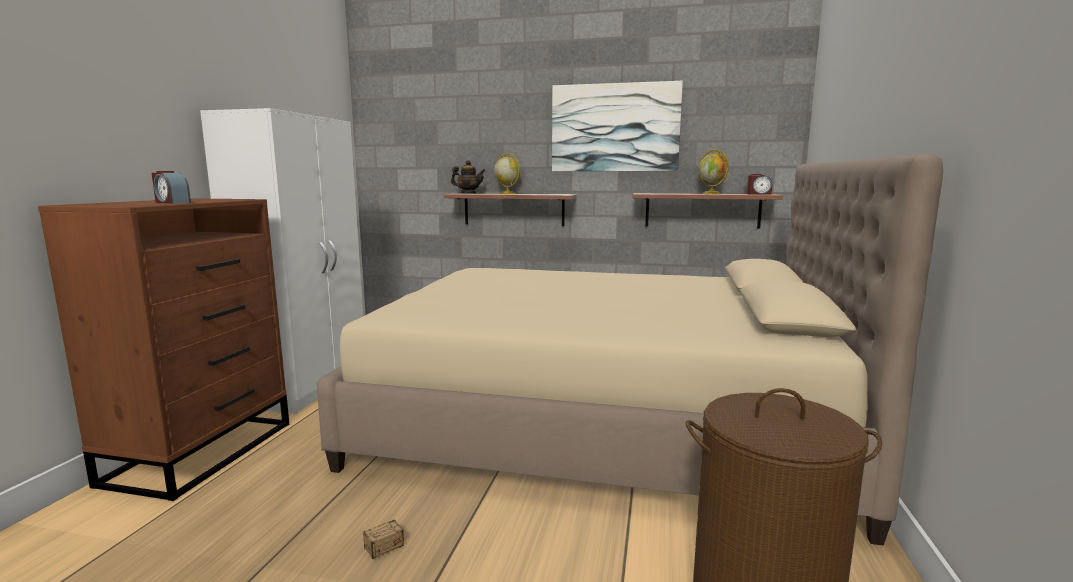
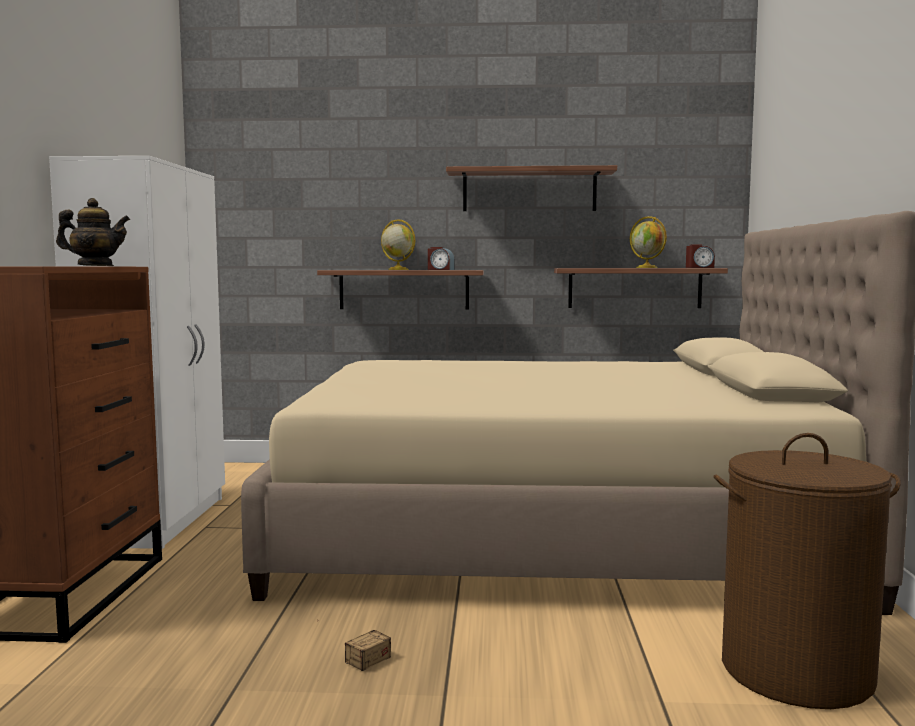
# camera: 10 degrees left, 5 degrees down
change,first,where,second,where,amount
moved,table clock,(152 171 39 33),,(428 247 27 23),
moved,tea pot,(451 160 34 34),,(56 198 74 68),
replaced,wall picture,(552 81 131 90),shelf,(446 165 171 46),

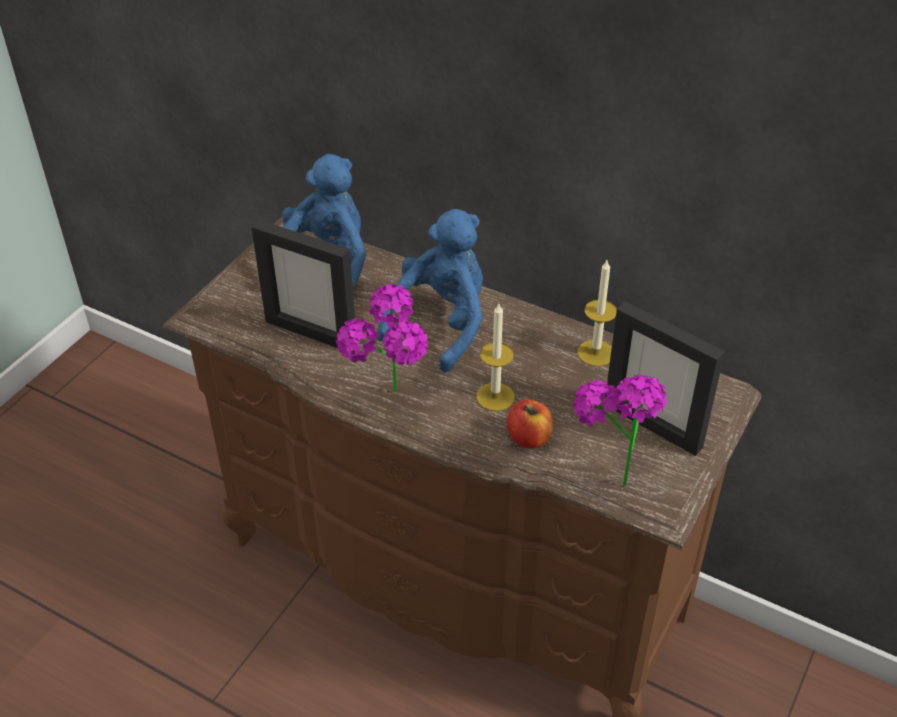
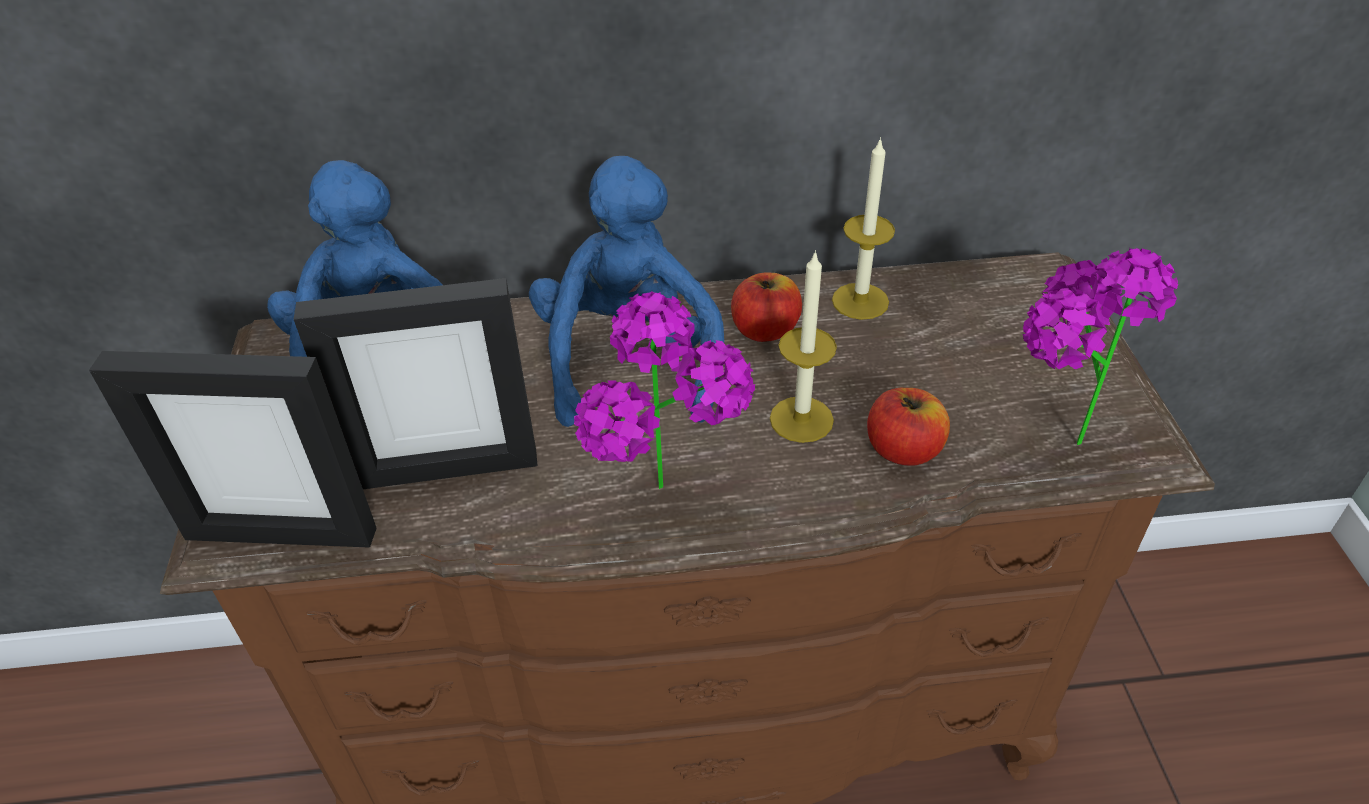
# camera: 35 degrees left, 0 degrees up
change,first,where,second,where,amount
added,,,apple fruit,(731 272 71 70),
moved,standing frame,(605 301 120 155),,(89 351 288 197),

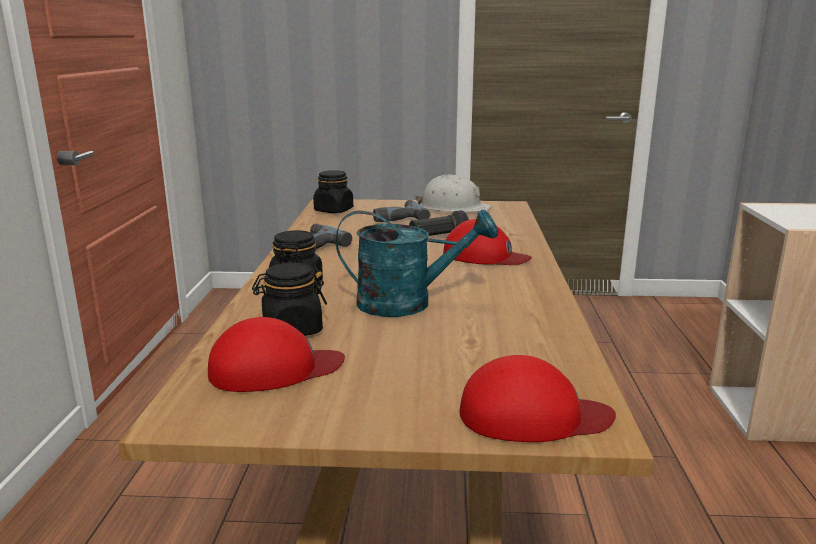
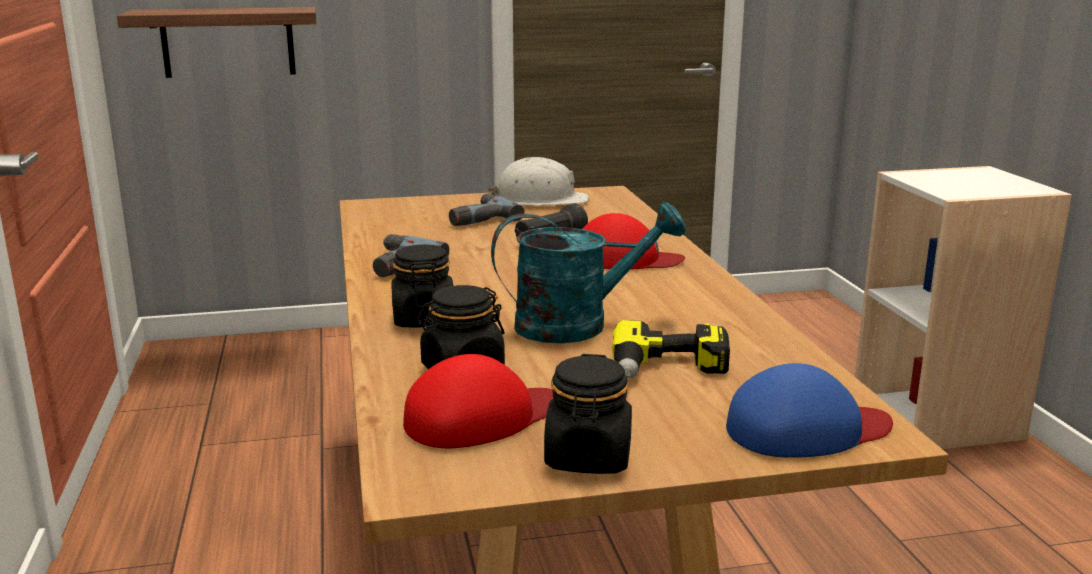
# camera: 15 degrees left, 0 degrees up
change,first,where,second,where,amount
added,,,shelf,(117 7 199 71),
added,,,power drill,(612 320 118 74),
moved,preserve jar (black-coloured),(313 170 40 43),,(544 354 88 120),
recoloured,cap (red-coloured),(460 355 156 87),cap (blue),(726 363 167 95),

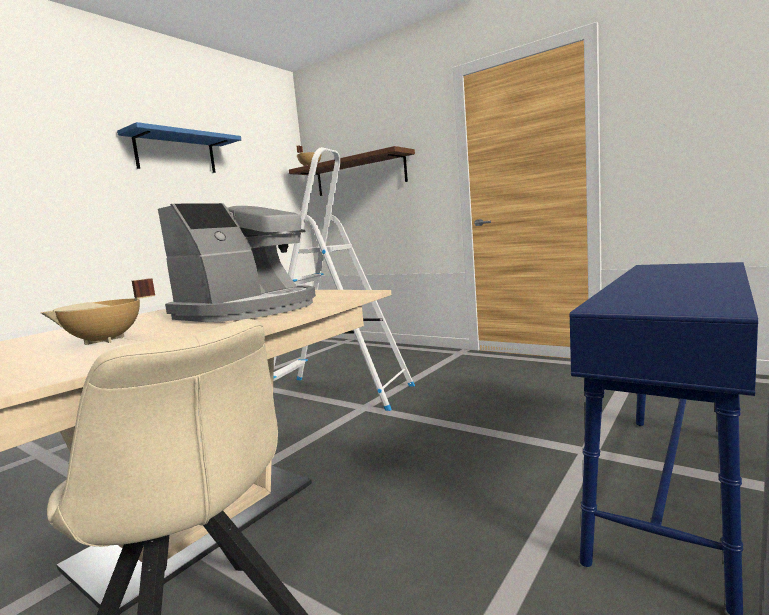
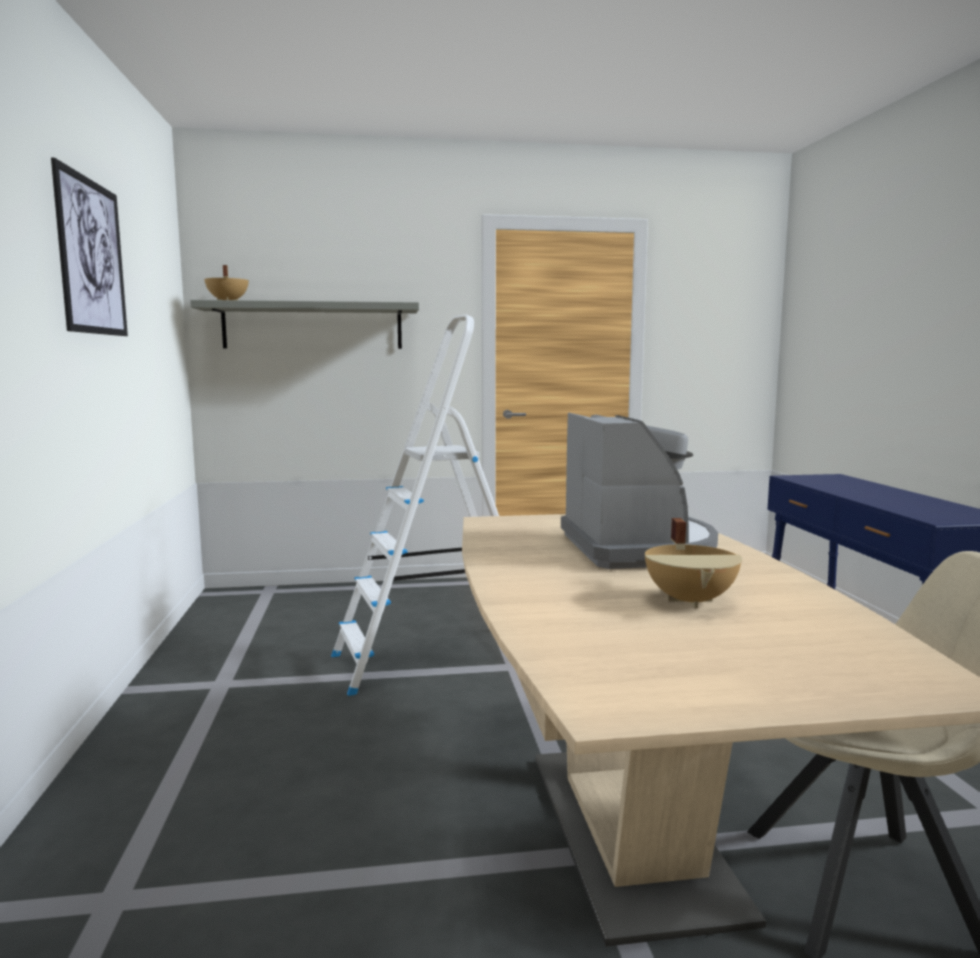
# camera: 45 degrees left, 0 degrees up
change,first,where,second,where,amount
replaced,shelf (blue),(117 122 124 51),wall picture,(51 158 77 178),
recoloured,shelf (brown),(289 146 126 50),shelf (gray),(190 300 229 49),

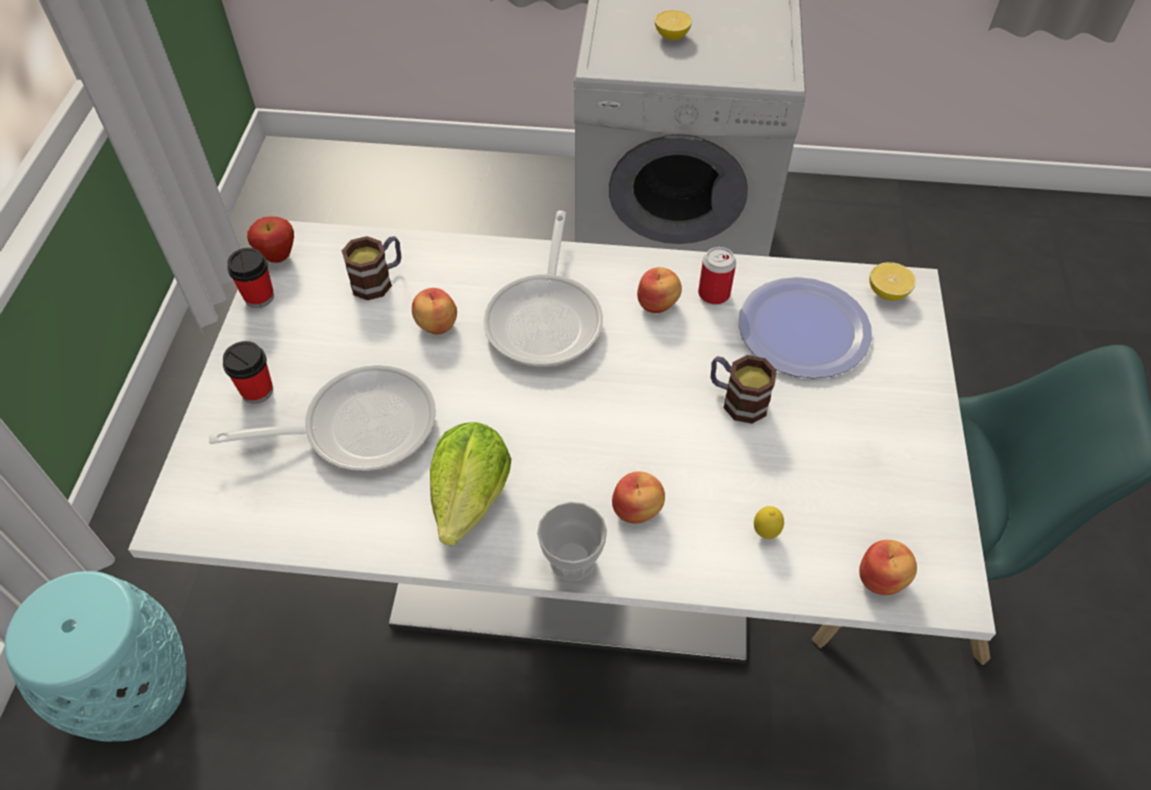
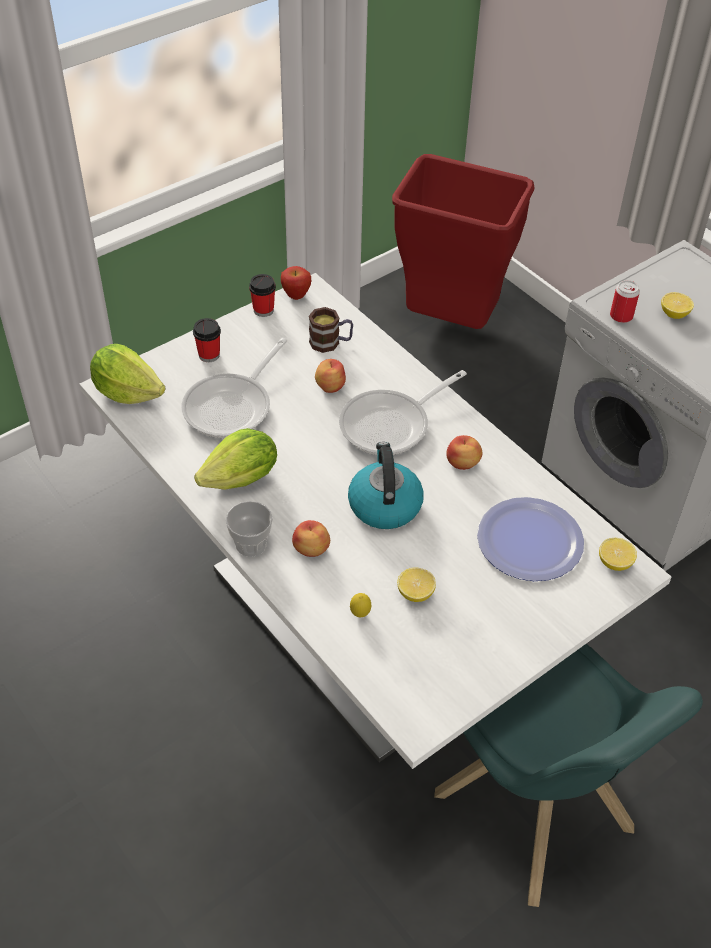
# camera: 45 degrees right, 5 degrees down
change,first,where,second,where,amount
removed,stool (blue-green),(5 571 181 170),,,
removed,mug,(711 355 66 69),,,
removed,apple fruit,(859 540 58 55),,,
added,,,head of lettuce,(90 344 75 60),
added,,,kettle,(348 442 76 87),
added,,,trash can (red-coloured),(392 154 142 175),
added,,,whole lemon,(397 567 39 35),
moved,sealed can,(698 247 38 57),,(610 280 30 43),
turned,pan,(209 365 227 106),,(181 338 106 100),90 degrees clockwise

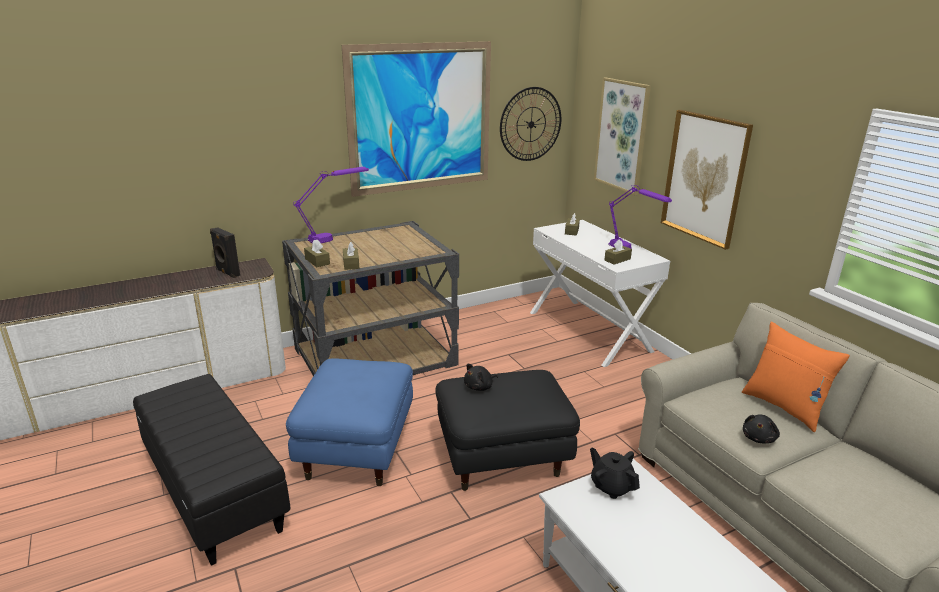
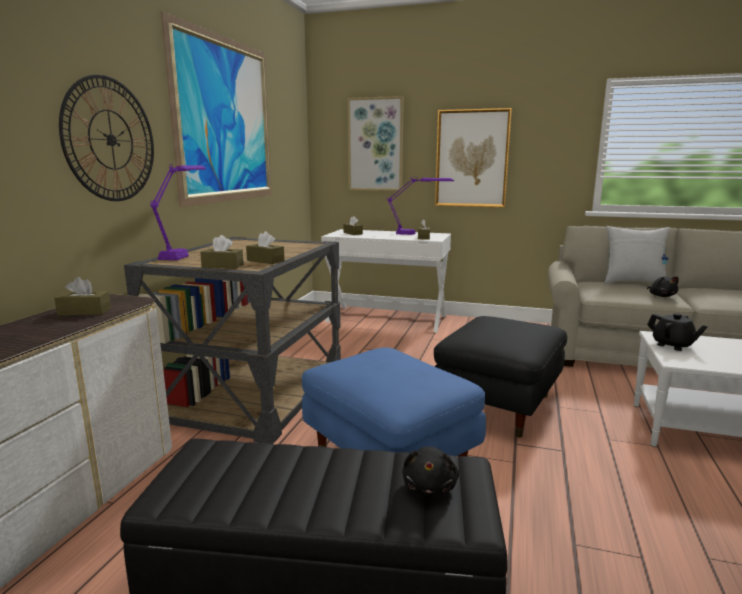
# camera: 45 degrees left, 10 degrees down
change,first,where,second,where,amount
moved,cuddly toy (black-coloured),(464 364 34 27),,(402 446 57 50),
moved,wall clock,(500 87 61 74),,(59 75 95 126),
replaced,audio speaker (black-coloured),(210 227 30 51),tissue box (brown),(55 277 56 39),
recoloured,throw pillow (orangey),(742 322 108 110),throw pillow (gray),(605 226 65 58),
turned,tea pot (black-coloured),(590 447 50 52),,(647 313 61 38),135 degrees counterclockwise

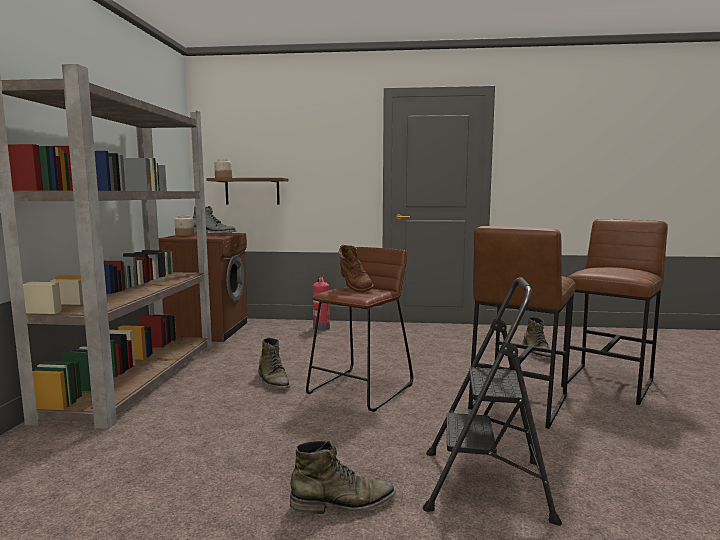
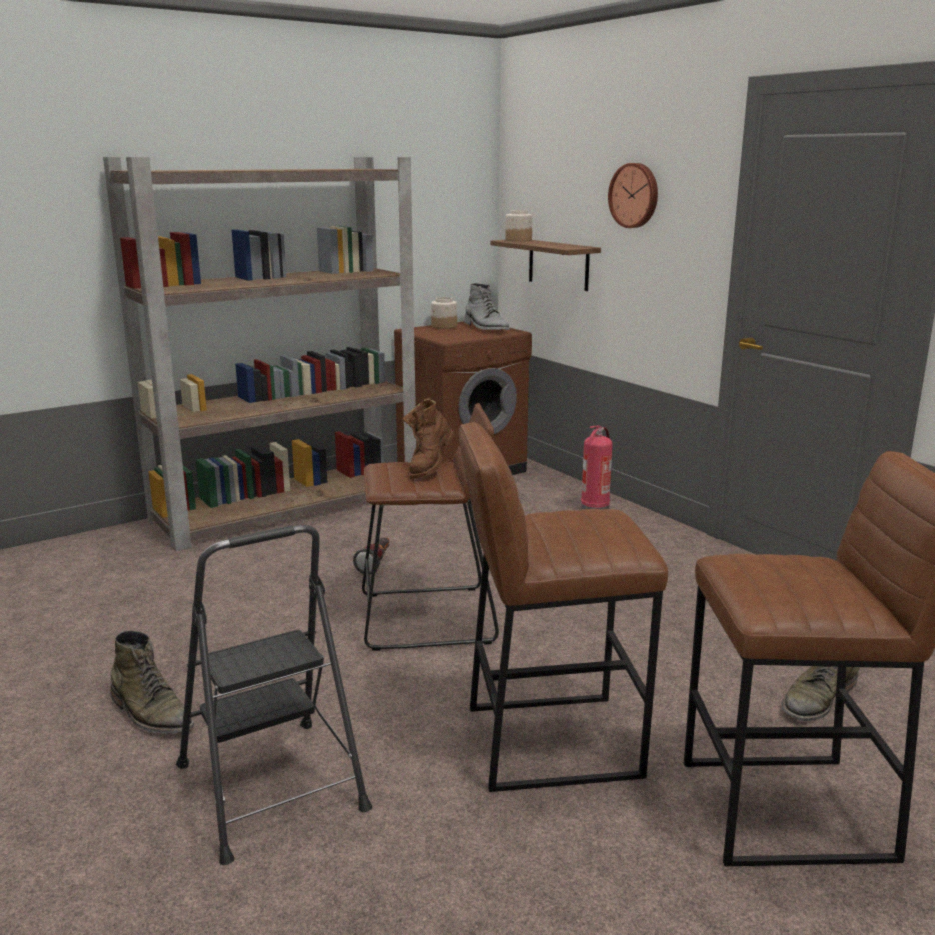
# camera: 50 degrees right, 10 degrees up
change,first,where,second,where,amount
added,,,wall clock,(608 163 50 65),
replaced,tall boot (greenish),(258 338 32 51),torch,(353 538 37 37),

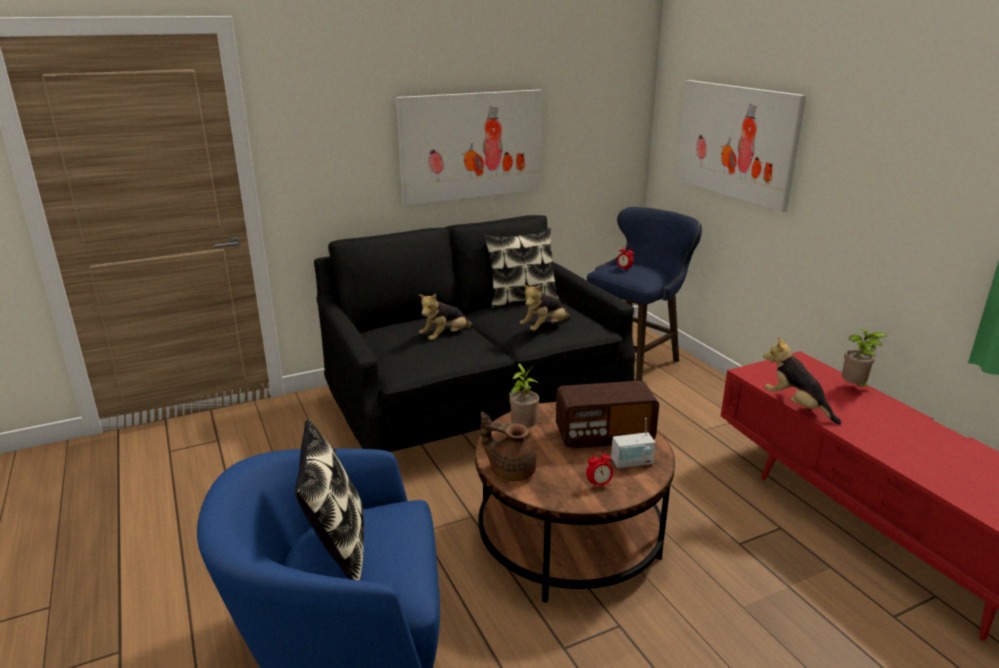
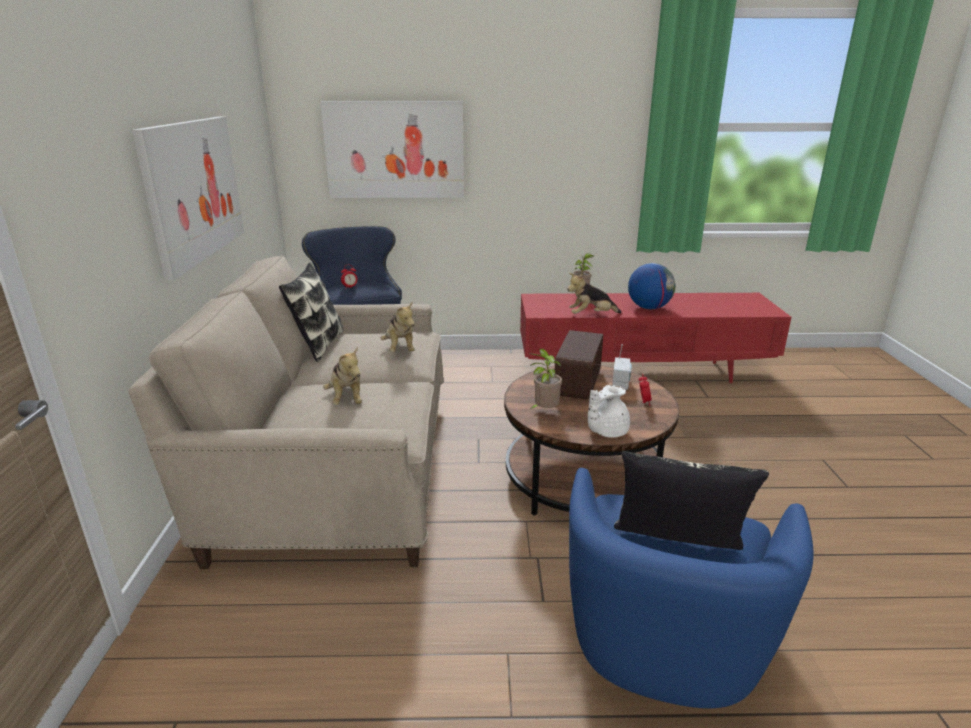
# camera: 65 degrees left, 0 degrees up
change,first,where,second,where,amount
added,,,world globe,(628 263 47 46),
recoloured,couch (black-coloured),(314 215 321 237),couch (sand-coloured),(129 255 315 314),
recoloured,tea pot (brown),(480 412 57 69),tea pot (white-coloured),(588 385 42 53),

